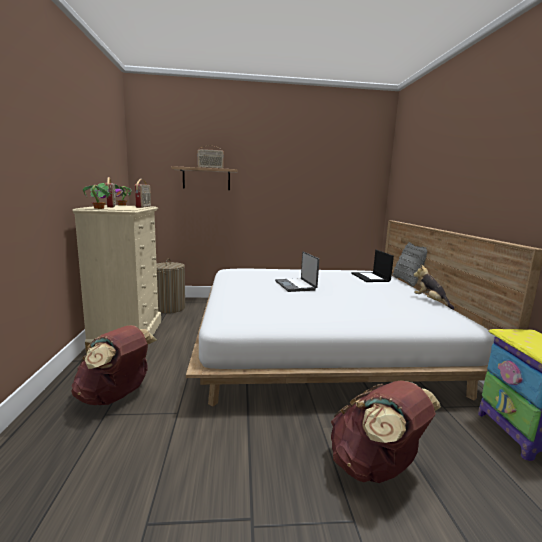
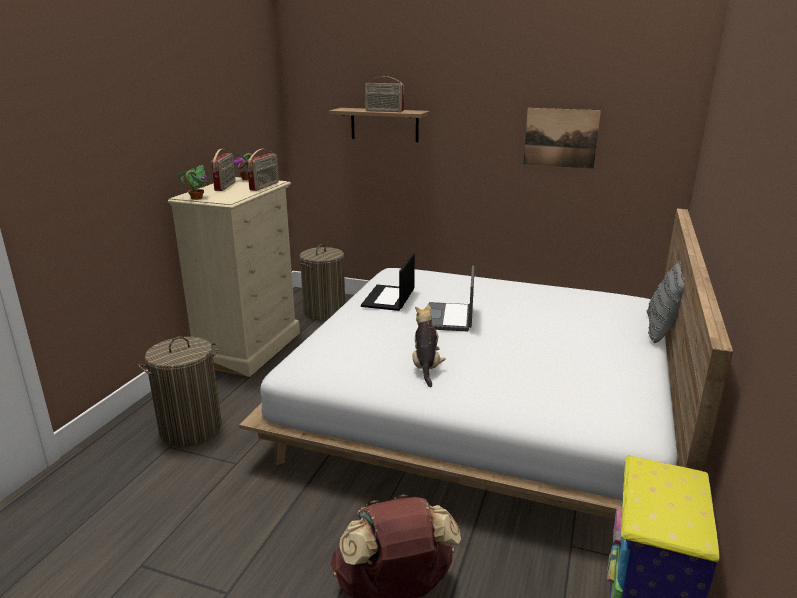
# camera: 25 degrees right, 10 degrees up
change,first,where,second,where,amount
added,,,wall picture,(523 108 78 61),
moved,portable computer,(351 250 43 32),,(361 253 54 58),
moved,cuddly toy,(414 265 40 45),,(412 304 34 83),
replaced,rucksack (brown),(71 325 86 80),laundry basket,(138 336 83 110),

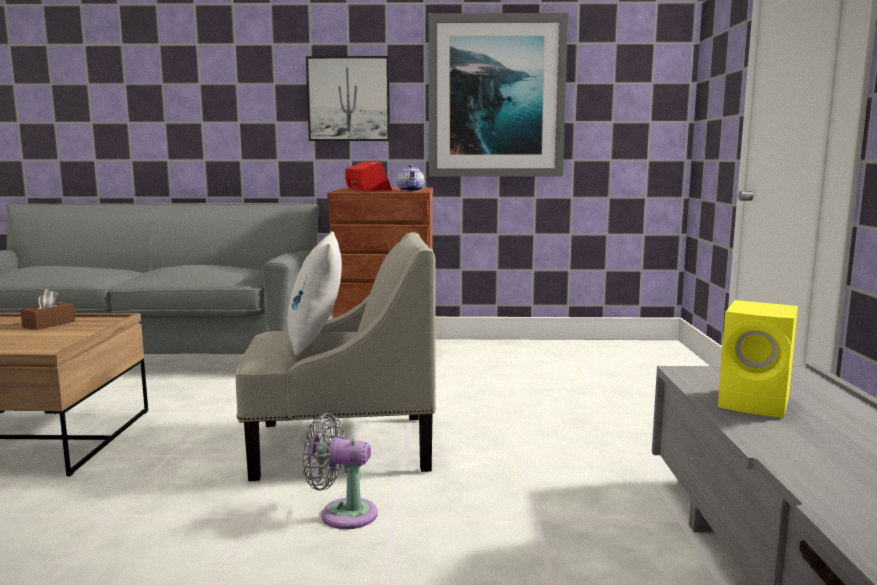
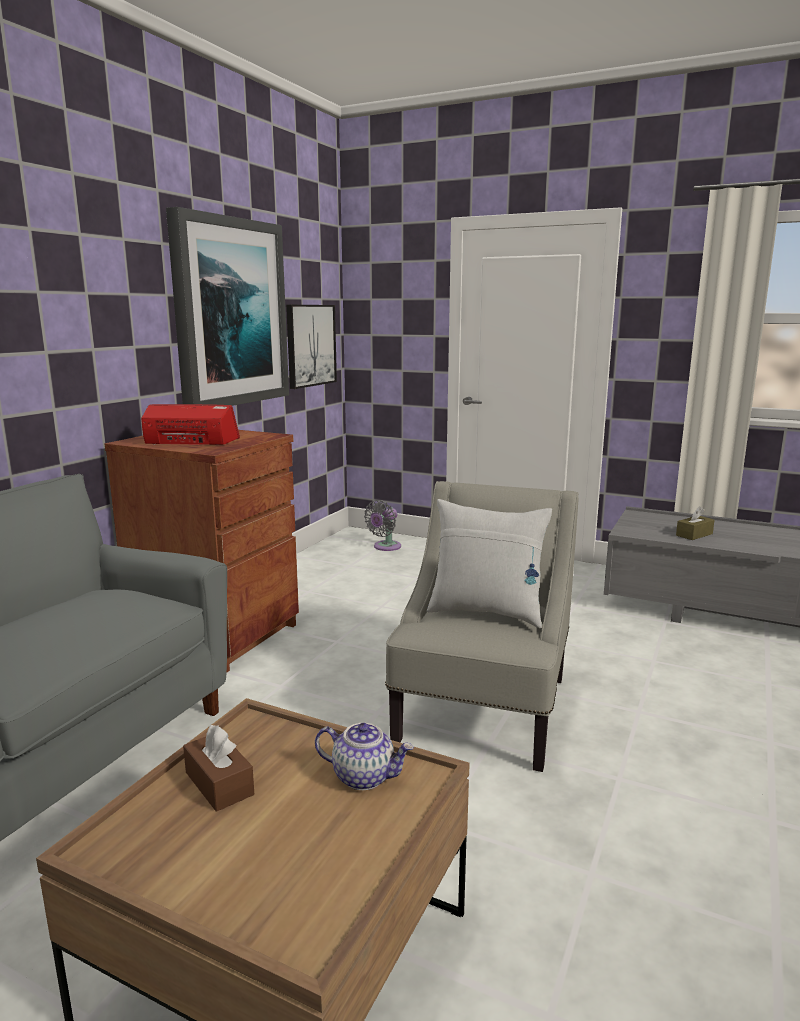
# camera: 65 degrees left, 5 degrees up
change,first,where,second,where,amount
moved,fan (gray),(303 413 75 116),,(364 500 37 51),
moved,wall picture,(306 56 84 85),,(286 305 51 84),
moved,tea pot,(397 164 27 28),,(315 723 99 67),
replaced,audio speaker (yellow-coloured),(718 300 80 118),tissue box (brown),(676 506 38 34),

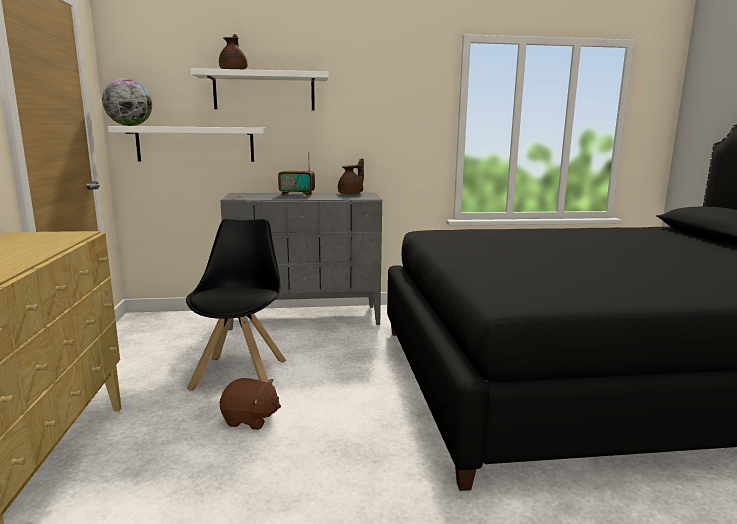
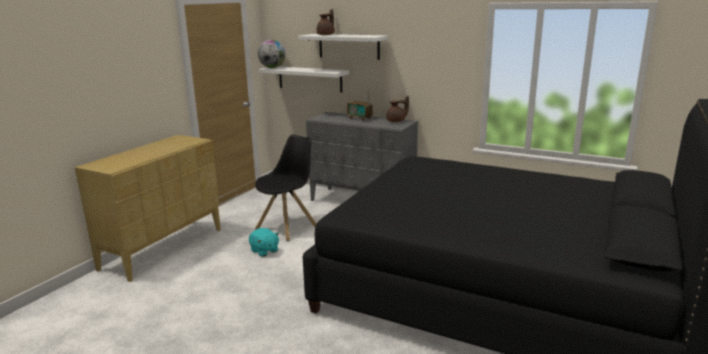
# camera: 35 degrees right, 5 degrees up
change,first,where,second,where,amount
recoloured,cuddly toy (brown),(220 378 61 52),cuddly toy (blue-green),(249 228 30 29),

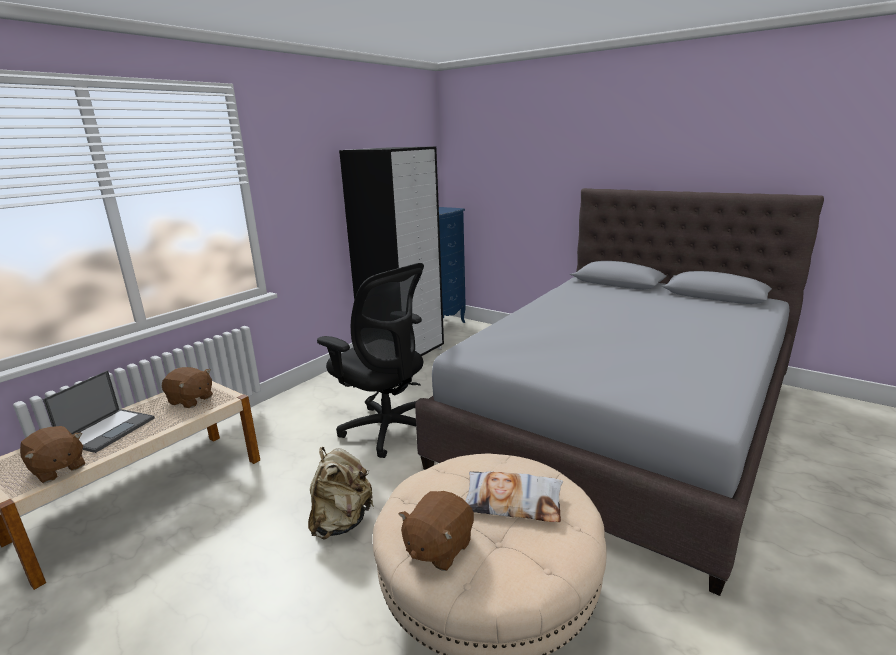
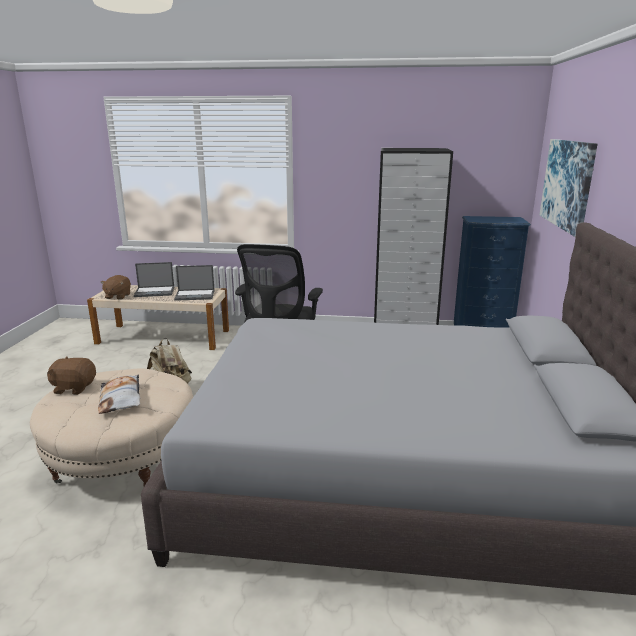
# camera: 60 degrees right, 0 degrees up
change,first,where,second,where,amount
added,,,wall picture,(540 139 58 98),
replaced,cuddly toy (brown),(162 367 51 41),portable computer,(174 265 41 36),

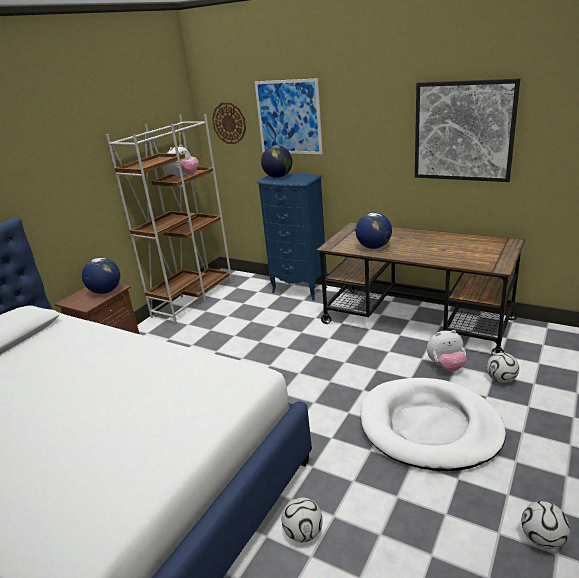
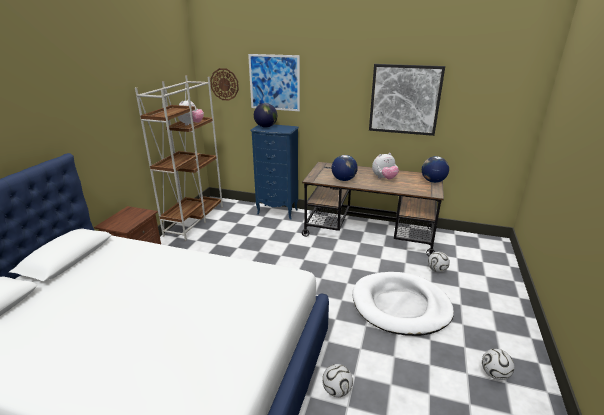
# camera: 15 degrees left, 0 degrees up
change,first,where,second,where,amount
moved,world globe,(82 257 38 37),,(422 156 27 27),
moved,cuddly toy,(427 330 40 42),,(372 153 27 26),

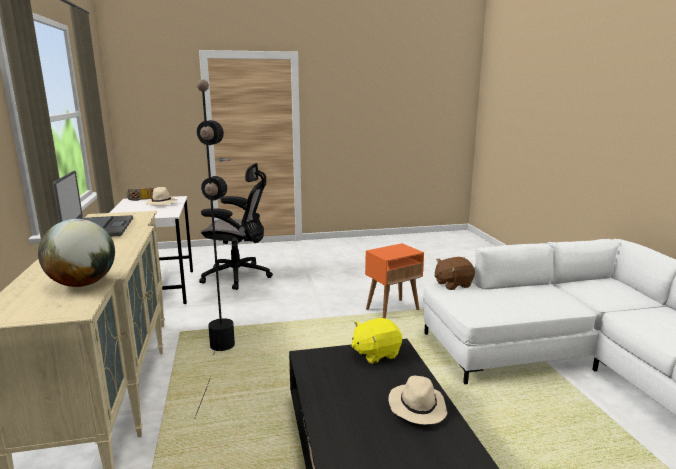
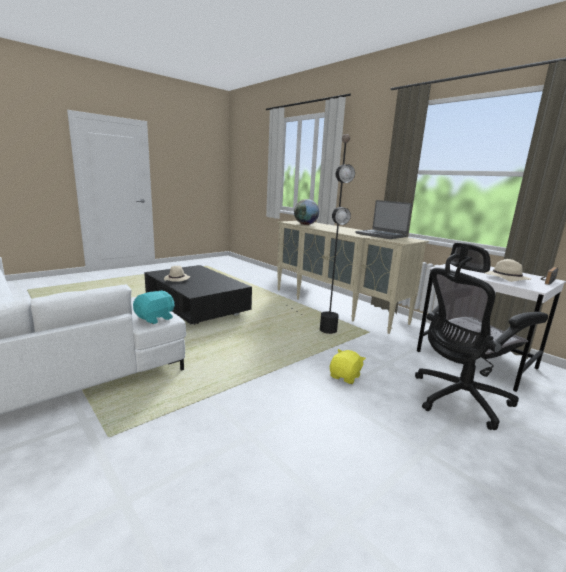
# camera: 150 degrees right, 0 degrees up
change,first,where,second,where,amount
removed,accent table (orangey),(365 243 59 75),,,
moved,cuddly toy (yellow-coloured),(351 318 51 46),,(330 349 36 35),
recoloured,cuddly toy (brown),(435 257 40 33),cuddly toy (blue-green),(133 290 42 34),

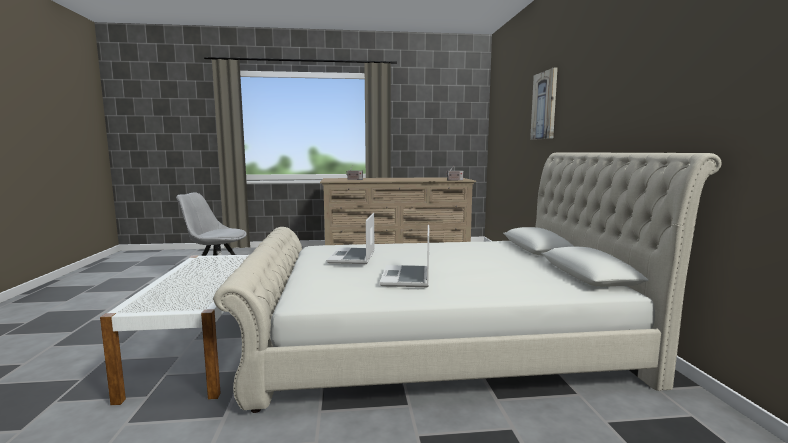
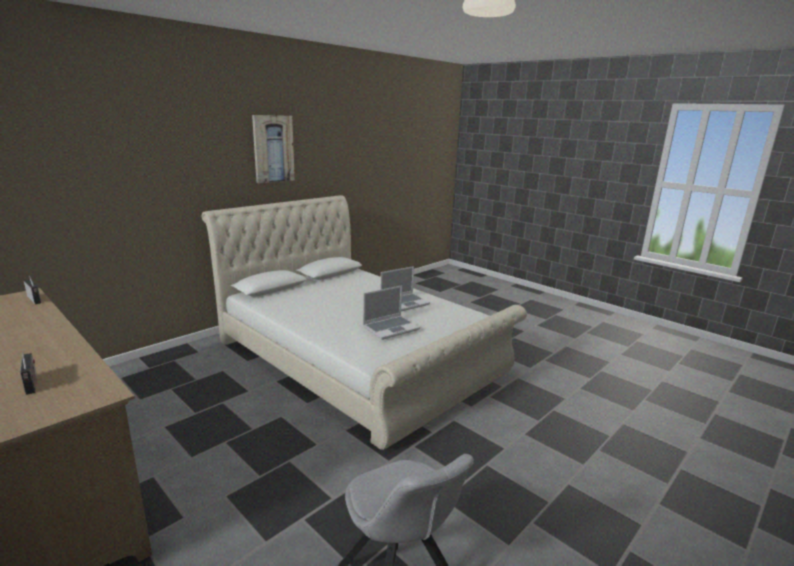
# camera: 130 degrees left, 10 degrees up
change,first,where,second,where,amount
removed,indoor bench (white-coloured),(100 255 148 150),,,
moved,wall picture,(530 67 28 73),,(252 115 43 68),

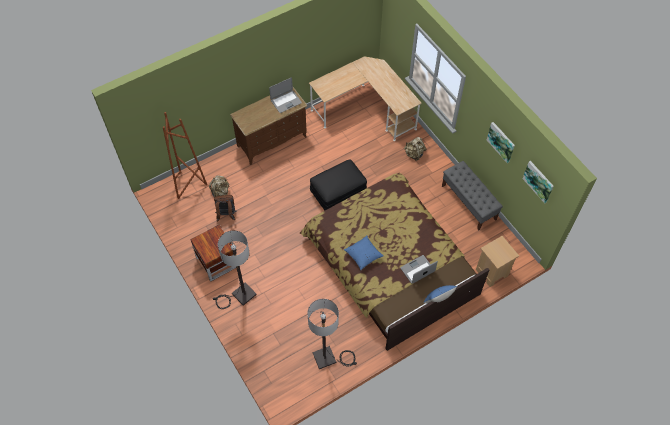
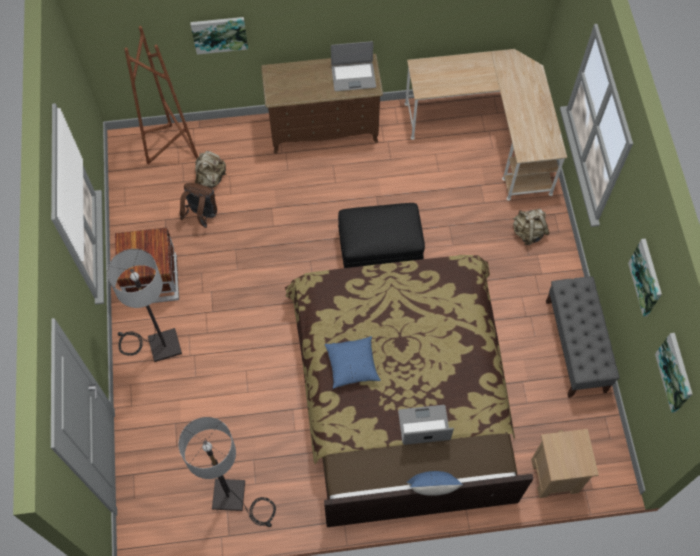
# camera: 25 degrees right, 5 degrees up
change,first,where,second,where,amount
added,,,wall picture,(190 17 58 38),

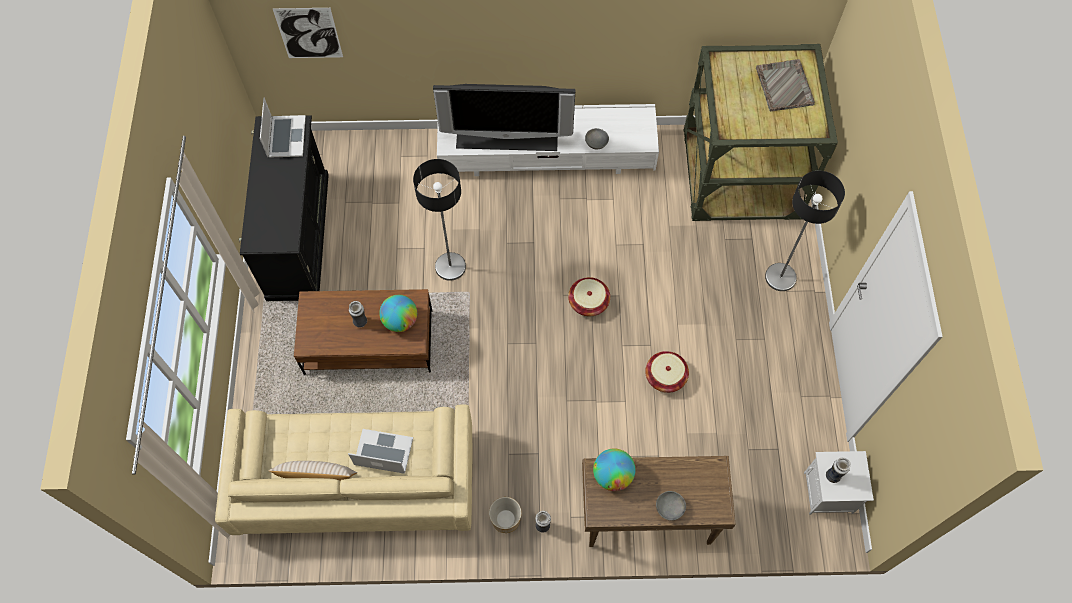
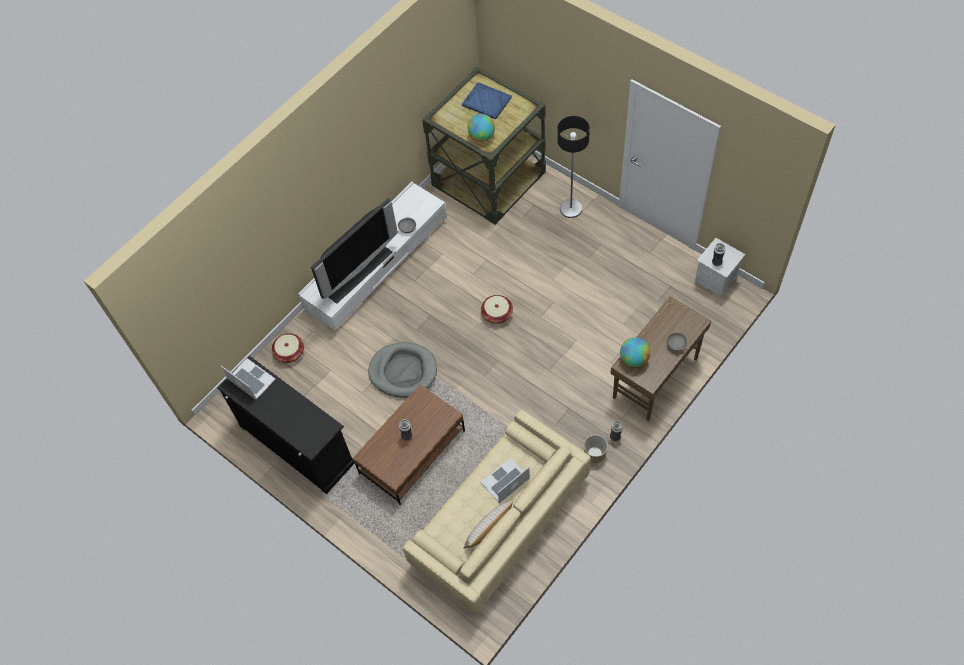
# camera: 45 degrees left, 5 degrees down
change,first,where,second,where,amount
removed,wall picture,(272 8 71 50),,,
moved,world globe,(379 295 38 37),,(468 114 27 28),
moved,household basket,(645 351 44 42),,(272 333 32 30),
replaced,floor lamp,(413 159 53 122),dog cushion (gray),(368 342 69 55),
recoloured,carrying tray (gray),(756 59 59 52),carrying tray (blue),(462 82 50 37),

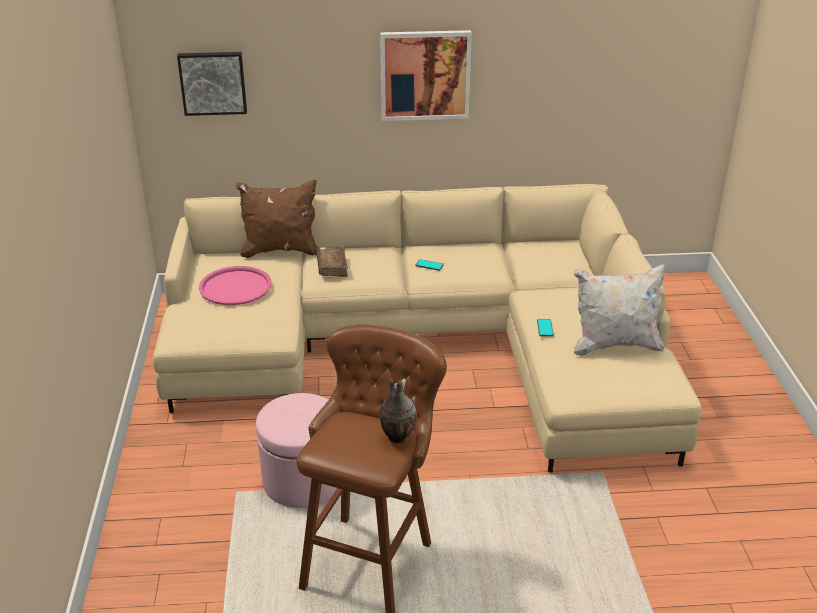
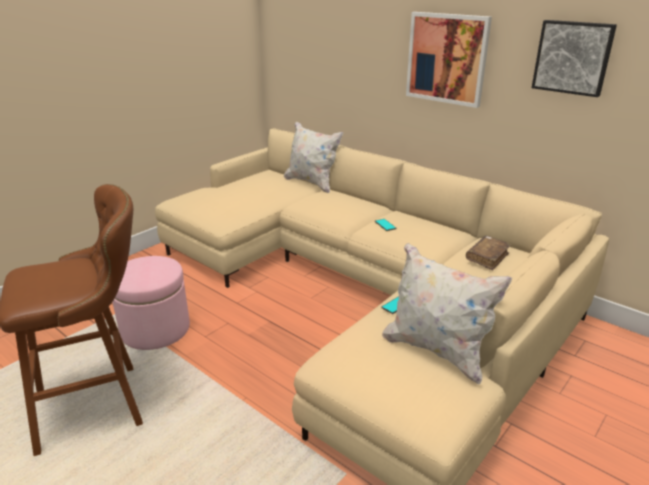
# camera: 45 degrees right, 5 degrees down
change,first,where,second,where,amount
removed,carrying tray (pink),(199 266 73 39),,,
removed,flower vase,(379 378 38 65),,,
moved,wall picture,(177 52 70 64),,(532 20 85 77),
moved,book (brown),(316 247 32 30),,(466 236 45 34),
recoloured,throw pillow (brown),(236 180 82 78),throw pillow (white-coloured),(284 121 59 72),

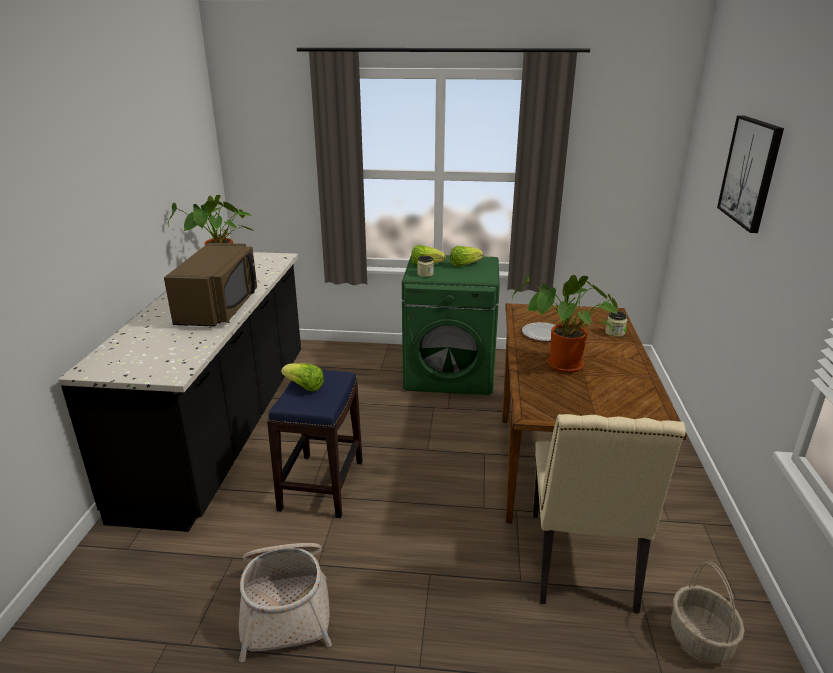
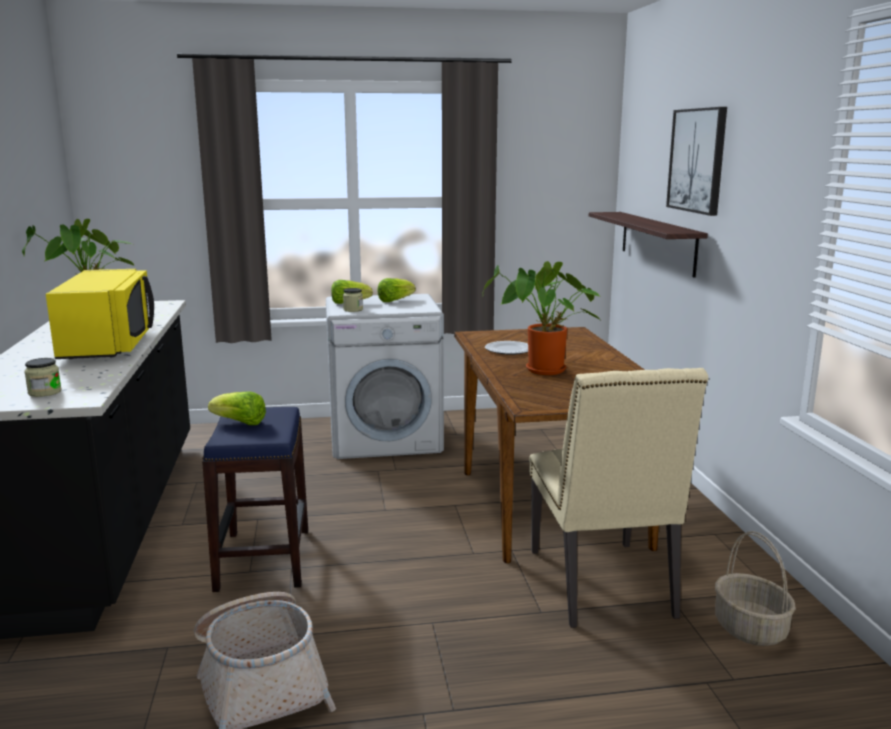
# camera: 15 degrees left, 10 degrees down
change,first,where,second,where,amount
added,,,shelf,(589 212 119 66),
moved,preserve jar,(605 311 22 26),,(24 358 38 39),
recoloured,microwave (brown),(164 243 93 84),microwave (yellow-coloured),(46 269 108 90),
recoloured,washing machine (greenish),(402 255 98 140),washing machine (white-coloured),(326 294 118 165),

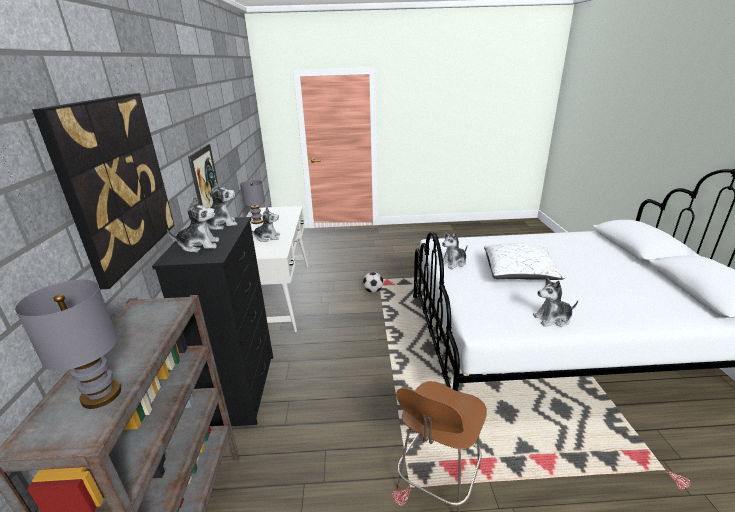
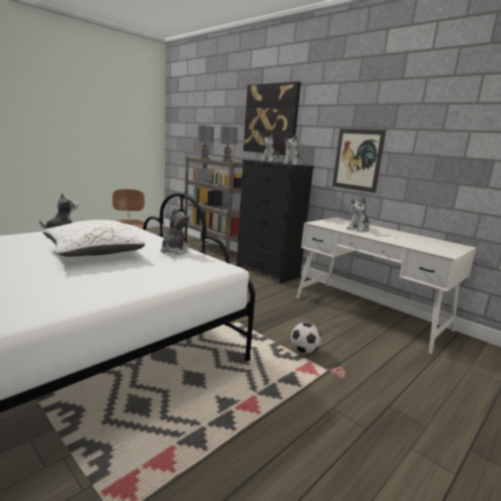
# camera: 135 degrees right, 10 degrees down
change,first,where,second,where,amount
moved,tabletop lamp (gray),(240 180 25 44),,(220 126 18 36),

